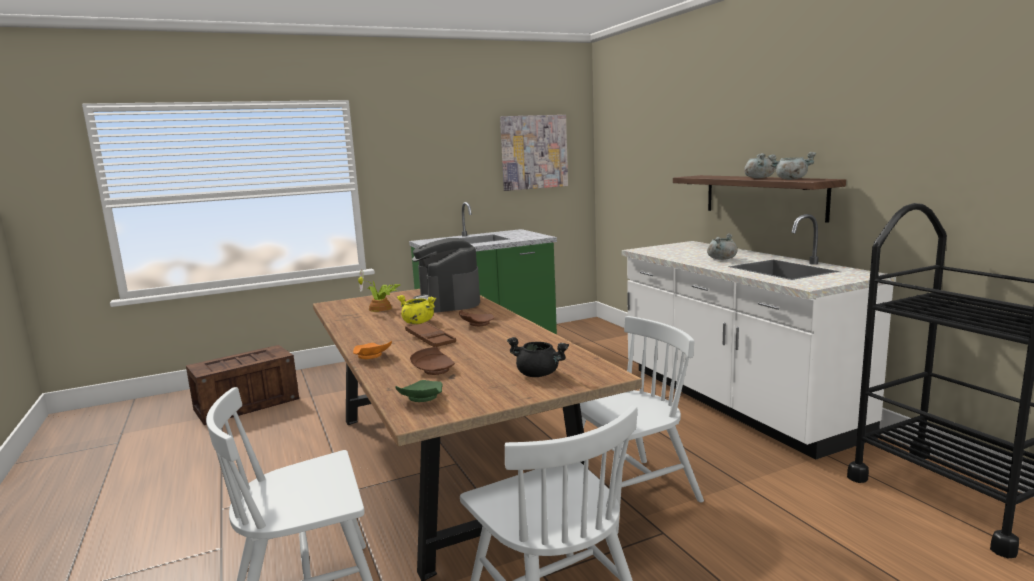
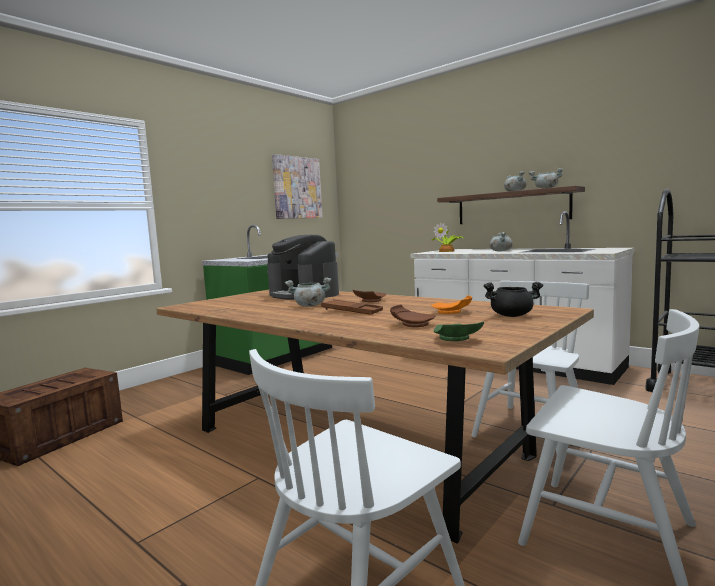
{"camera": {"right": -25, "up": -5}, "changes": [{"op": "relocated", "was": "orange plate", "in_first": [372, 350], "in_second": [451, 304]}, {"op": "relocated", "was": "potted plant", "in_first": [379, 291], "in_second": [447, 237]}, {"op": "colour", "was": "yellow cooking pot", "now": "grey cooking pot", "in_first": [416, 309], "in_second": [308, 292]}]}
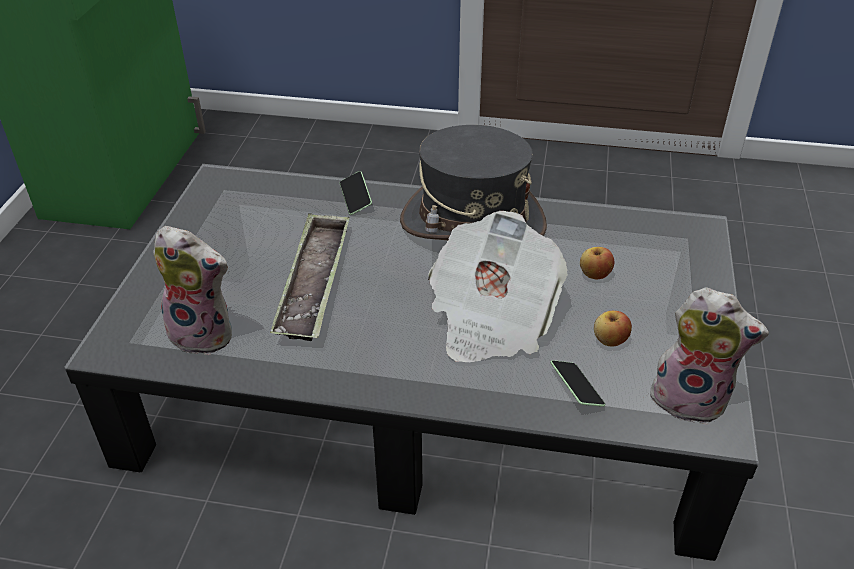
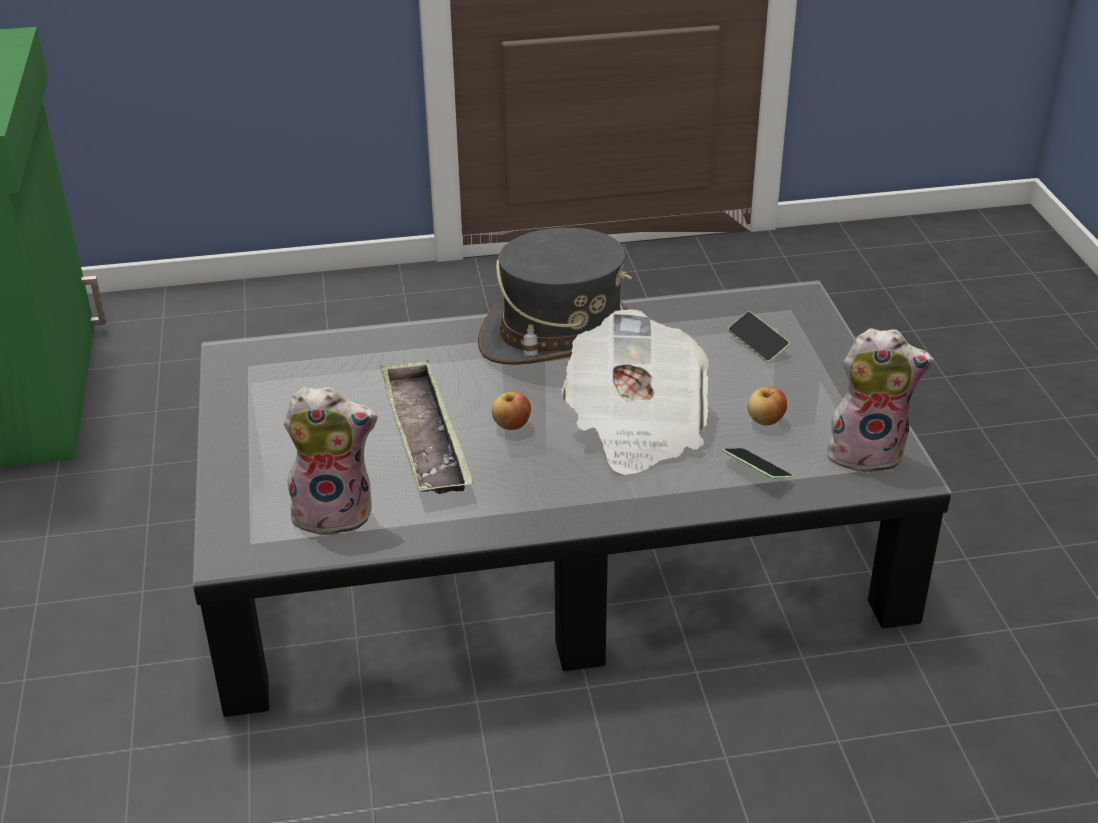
{"camera": {"right": -20, "up": -5}, "changes": [{"op": "relocated", "was": "phone", "in_first": [356, 193], "in_second": [759, 337]}, {"op": "relocated", "was": "apple", "in_first": [597, 263], "in_second": [511, 411]}]}
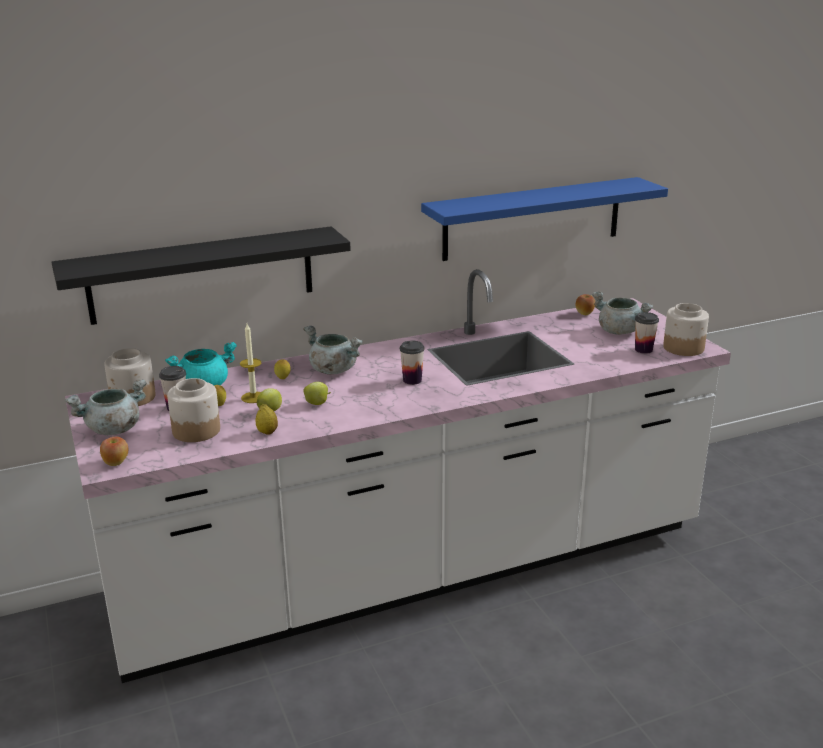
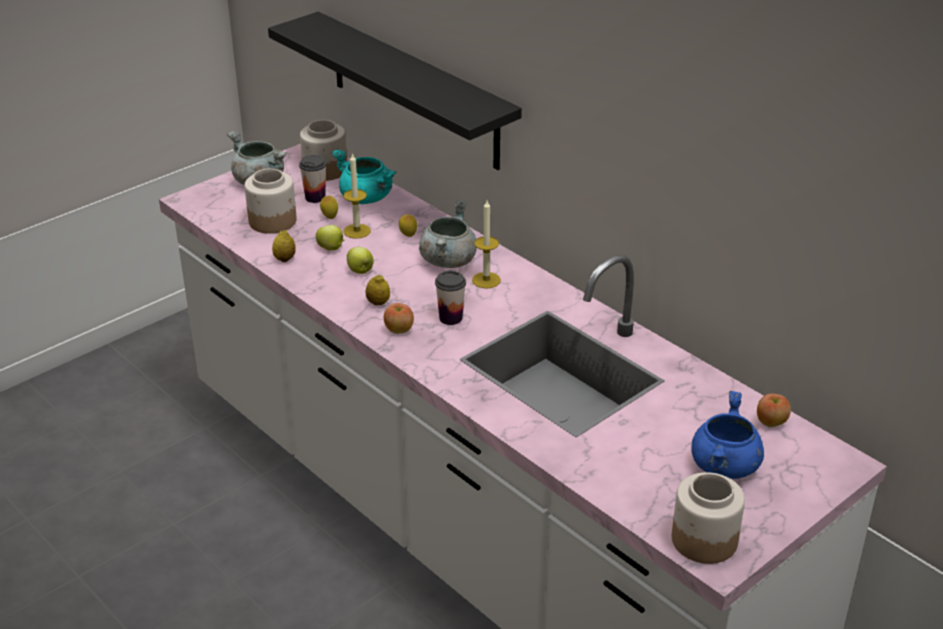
{"camera": {"right": 70, "up": 10}, "changes": [{"op": "relocated", "was": "apple", "in_first": [114, 451], "in_second": [399, 318]}, {"op": "missing", "was": "blue shelf", "in_first": [544, 219]}, {"op": "colour", "was": "grey cooking pot", "now": "blue cooking pot", "in_first": [623, 313], "in_second": [727, 435]}, {"op": "missing", "was": "cup", "in_first": [647, 333]}, {"op": "appeared", "now": "lemon", "in_second": [378, 290]}, {"op": "appeared", "now": "candle", "in_second": [486, 245]}]}
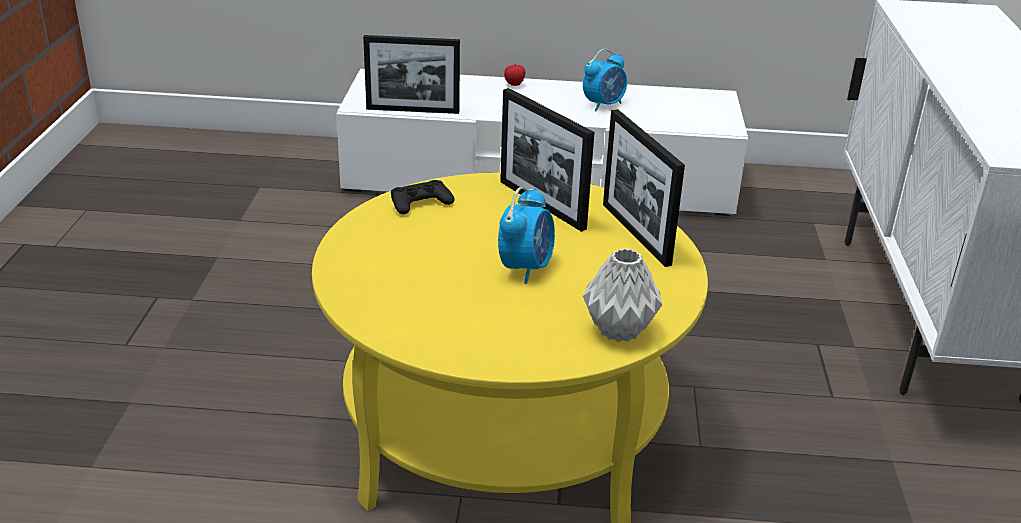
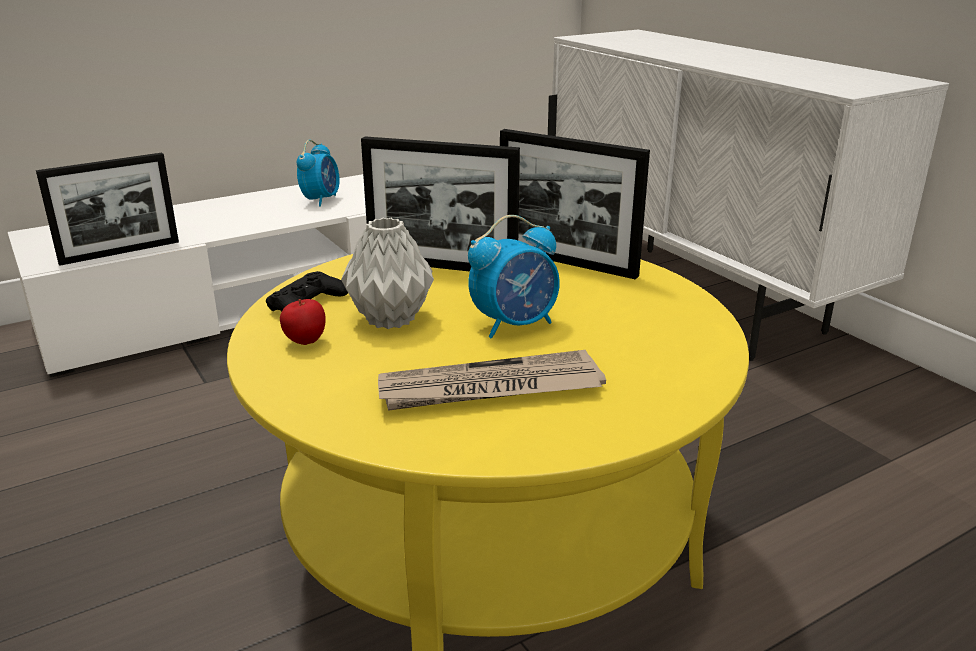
{"camera": {"right": -35, "up": -5}, "changes": [{"op": "spun", "was": "alarm clock", "in_first": [526, 235], "in_second": [514, 277], "clockwise": 75}, {"op": "relocated", "was": "apple", "in_first": [514, 75], "in_second": [303, 322]}, {"op": "relocated", "was": "grey vase", "in_first": [622, 295], "in_second": [387, 273]}, {"op": "appeared", "now": "newspaper", "in_second": [492, 380]}]}
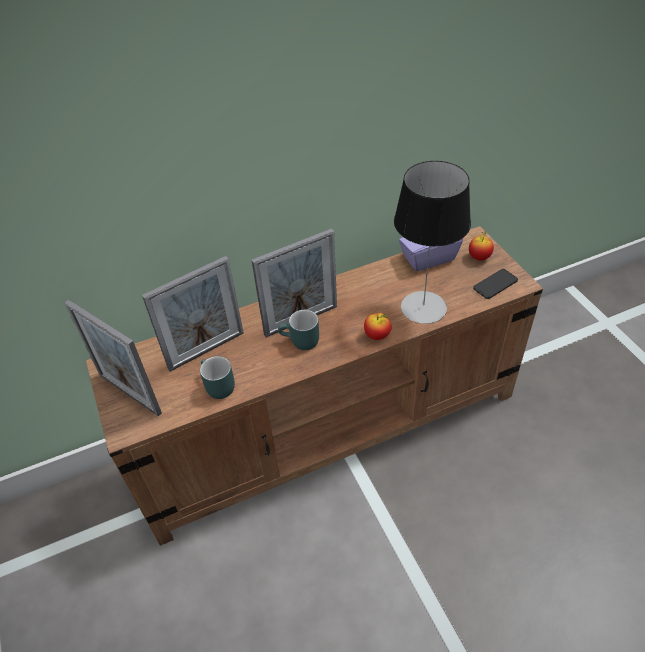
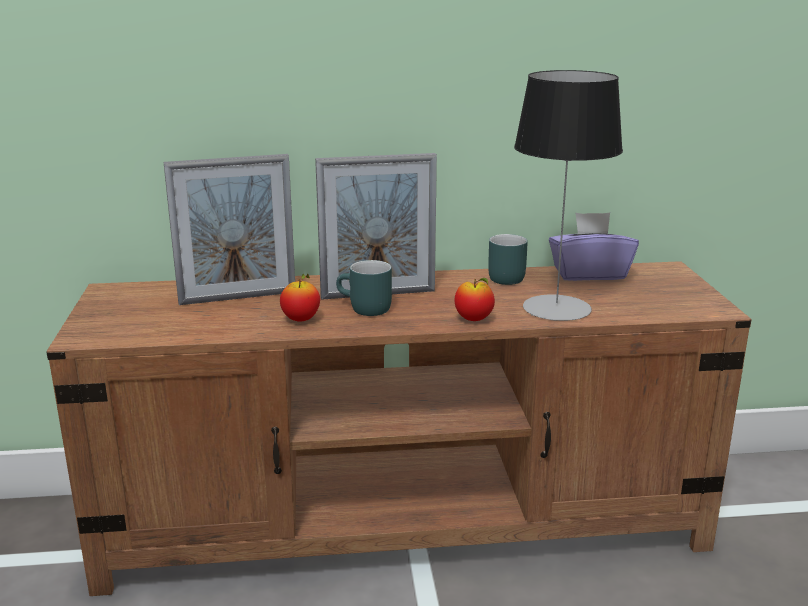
{"camera": {"right": 15, "up": -25}, "changes": [{"op": "missing", "was": "picture frame", "in_first": [113, 358]}, {"op": "relocated", "was": "turquoise mug", "in_first": [217, 377], "in_second": [508, 259]}, {"op": "relocated", "was": "apple", "in_first": [481, 246], "in_second": [300, 297]}, {"op": "missing", "was": "phone", "in_first": [495, 284]}]}
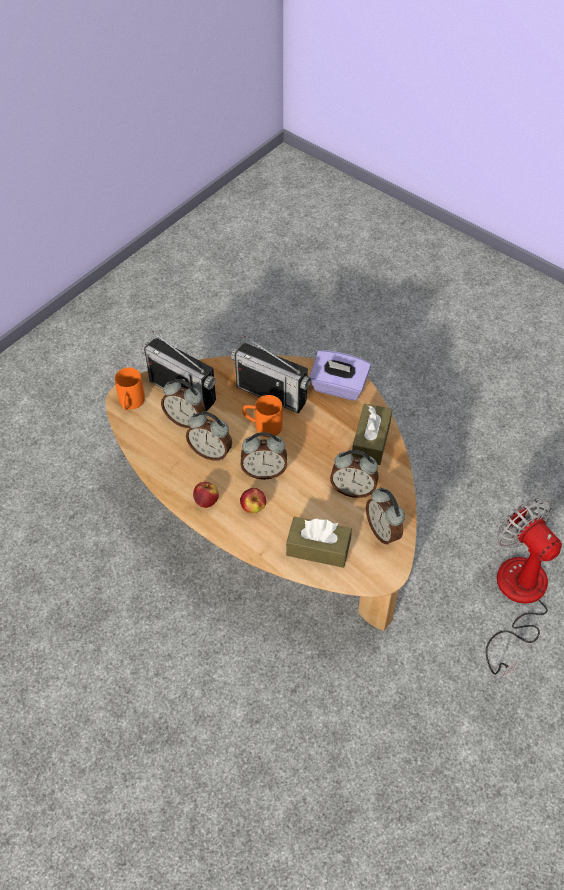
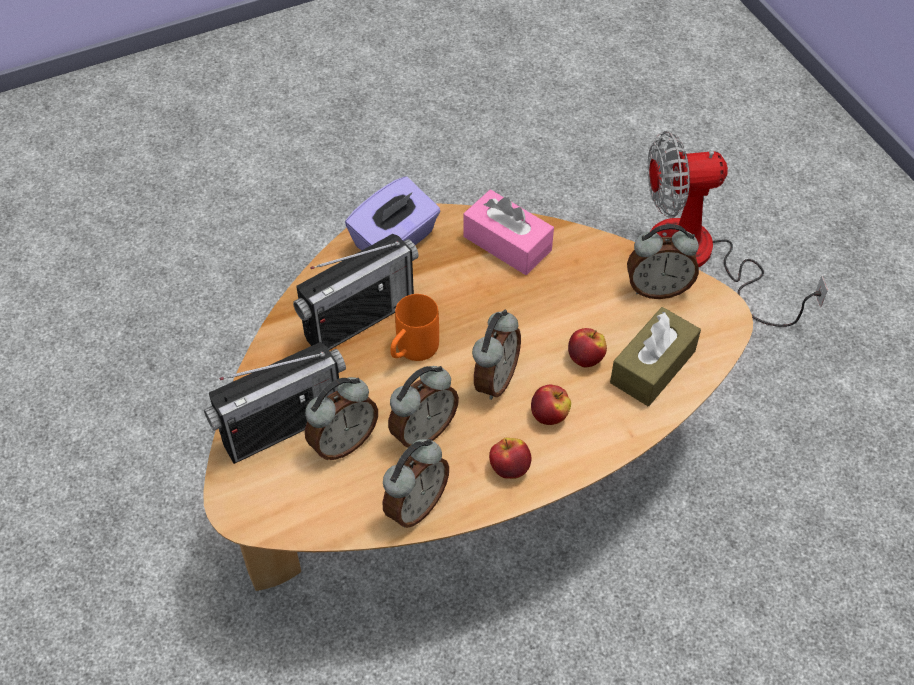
{"camera": {"right": -65, "up": 0}, "changes": [{"op": "missing", "was": "orange mug", "in_first": [130, 389]}, {"op": "relocated", "was": "alarm clock", "in_first": [354, 474], "in_second": [416, 483]}, {"op": "colour", "was": "brown tissue box", "now": "pink tissue box", "in_first": [372, 434], "in_second": [508, 232]}, {"op": "appeared", "now": "apple", "in_second": [587, 347]}]}
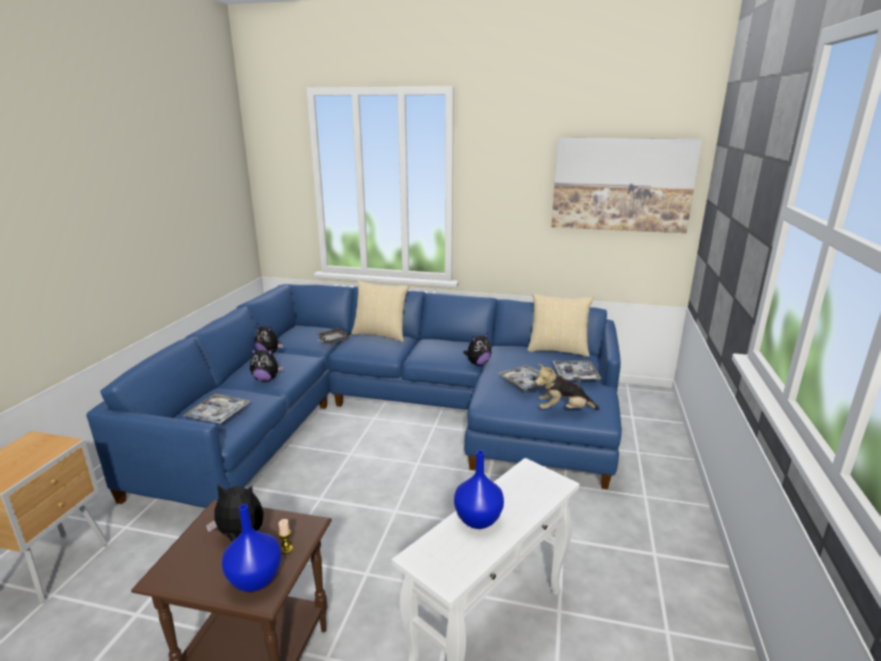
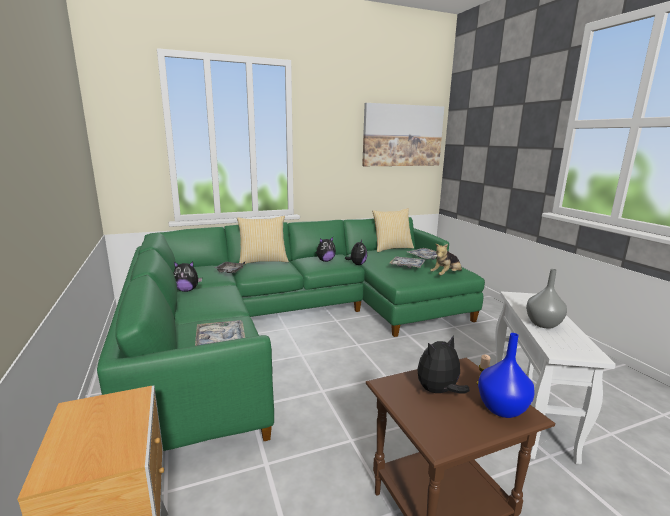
{"camera": {"right": -35, "up": -5}, "changes": [{"op": "colour", "was": "blue sofa", "now": "green sofa", "in_first": [354, 396], "in_second": [291, 334]}, {"op": "relocated", "was": "plush toy", "in_first": [266, 364], "in_second": [326, 249]}, {"op": "colour", "was": "blue vase", "now": "grey vase", "in_first": [479, 489], "in_second": [546, 299]}]}
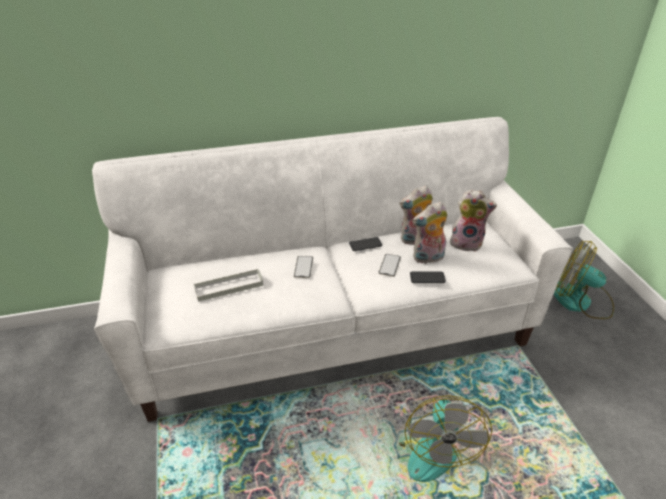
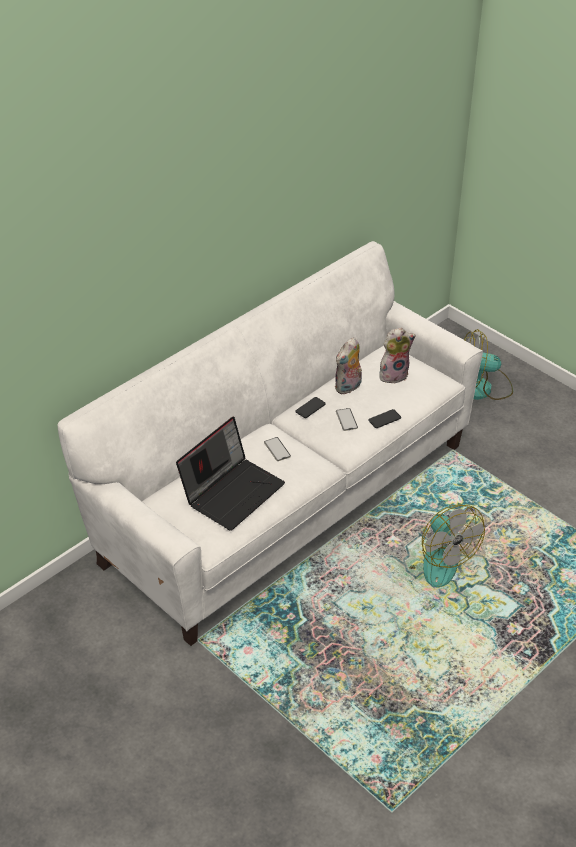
{"camera": {"right": -30, "up": 5}, "changes": [{"op": "exchanged", "was": "grey tray", "now": "laptop", "in_first": [228, 285], "in_second": [230, 474]}, {"op": "missing", "was": "plush toy", "in_first": [430, 233]}]}
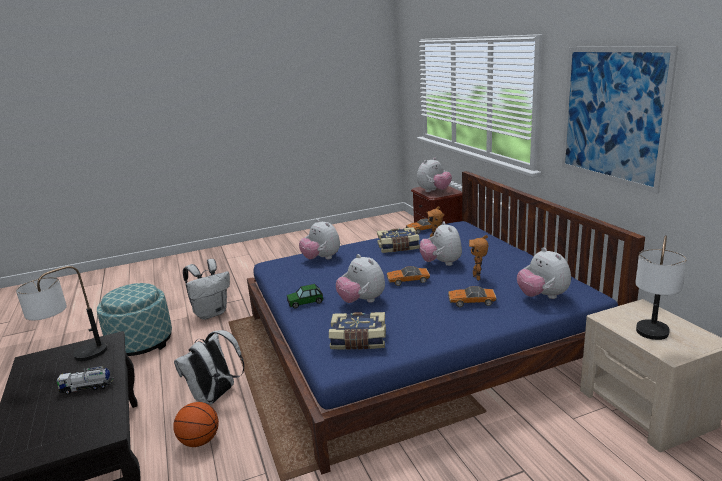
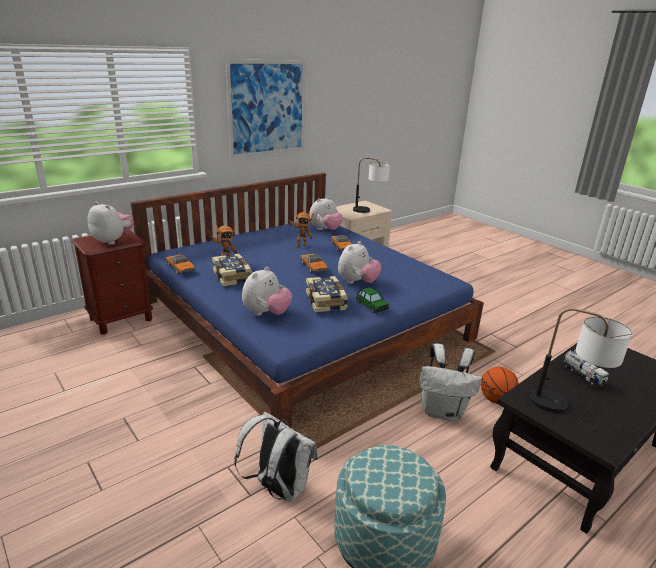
{"camera": {"right": -110, "up": 5}, "changes": [{"op": "relocated", "was": "book", "in_first": [357, 331], "in_second": [327, 294]}, {"op": "missing", "was": "plush toy", "in_first": [440, 243]}]}
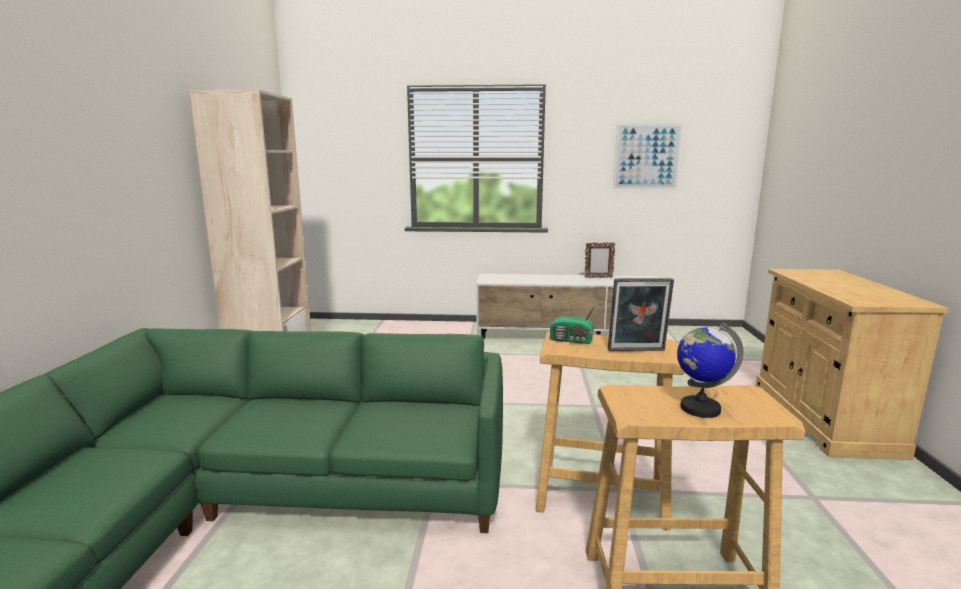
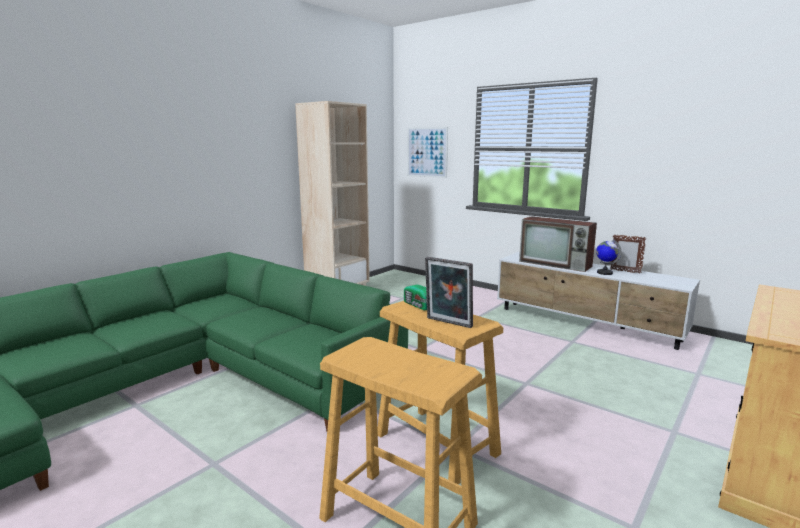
{"camera": {"right": 35, "up": 0}, "changes": [{"op": "relocated", "was": "picture", "in_first": [647, 156], "in_second": [428, 152]}, {"op": "relocated", "was": "globe", "in_first": [710, 370], "in_second": [608, 257]}, {"op": "appeared", "now": "television", "in_second": [558, 244]}]}
